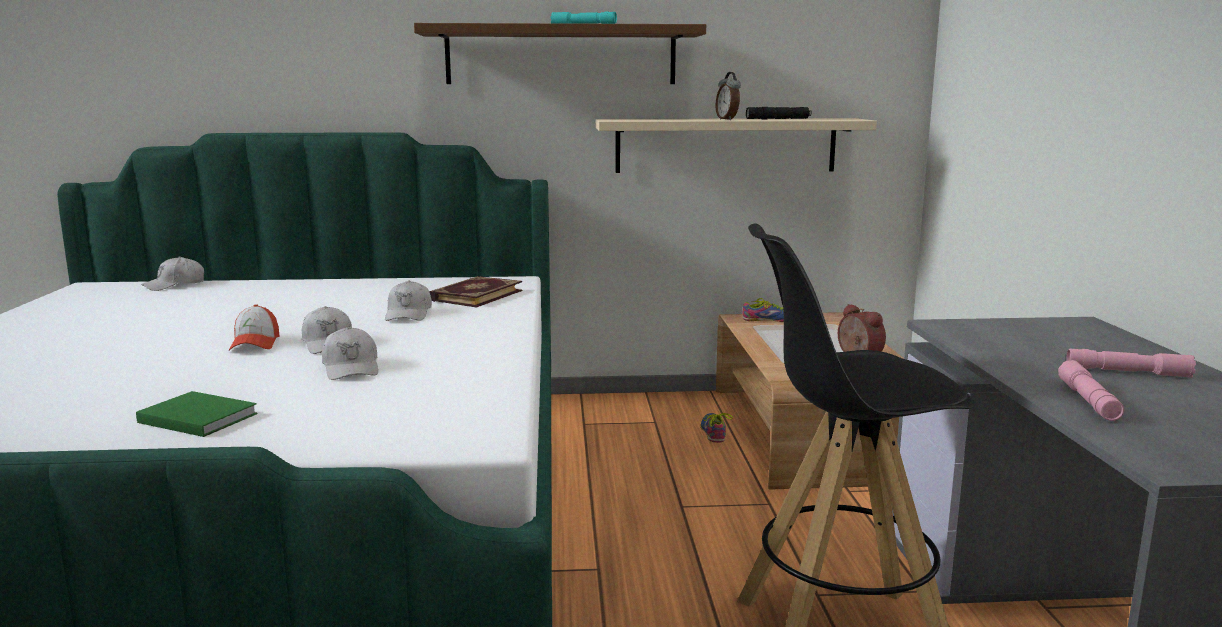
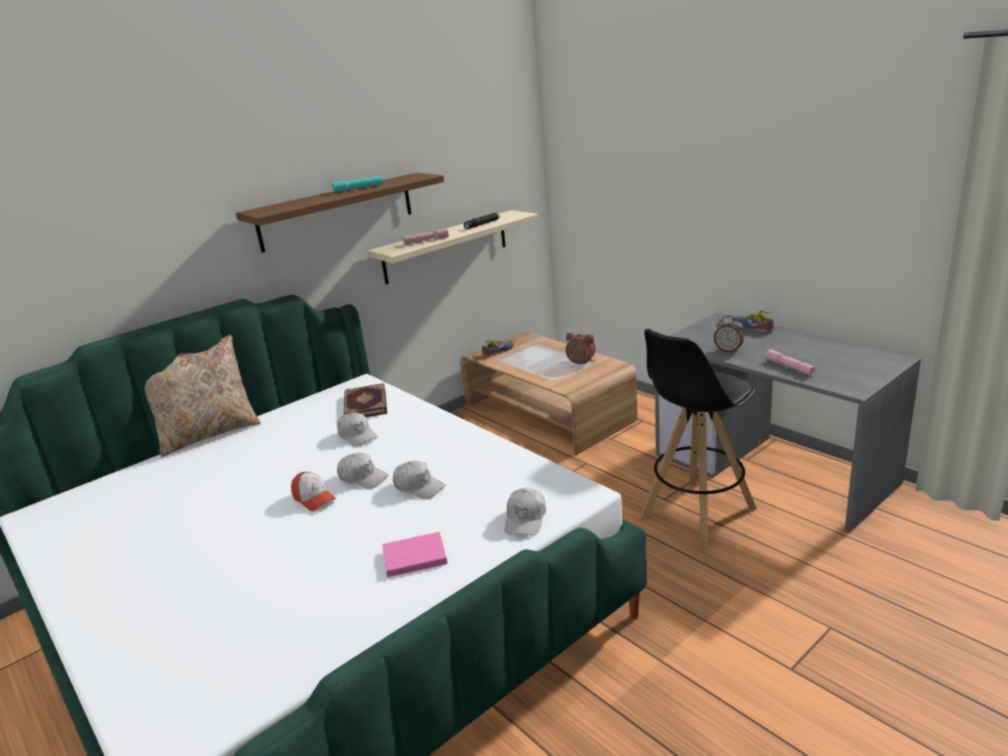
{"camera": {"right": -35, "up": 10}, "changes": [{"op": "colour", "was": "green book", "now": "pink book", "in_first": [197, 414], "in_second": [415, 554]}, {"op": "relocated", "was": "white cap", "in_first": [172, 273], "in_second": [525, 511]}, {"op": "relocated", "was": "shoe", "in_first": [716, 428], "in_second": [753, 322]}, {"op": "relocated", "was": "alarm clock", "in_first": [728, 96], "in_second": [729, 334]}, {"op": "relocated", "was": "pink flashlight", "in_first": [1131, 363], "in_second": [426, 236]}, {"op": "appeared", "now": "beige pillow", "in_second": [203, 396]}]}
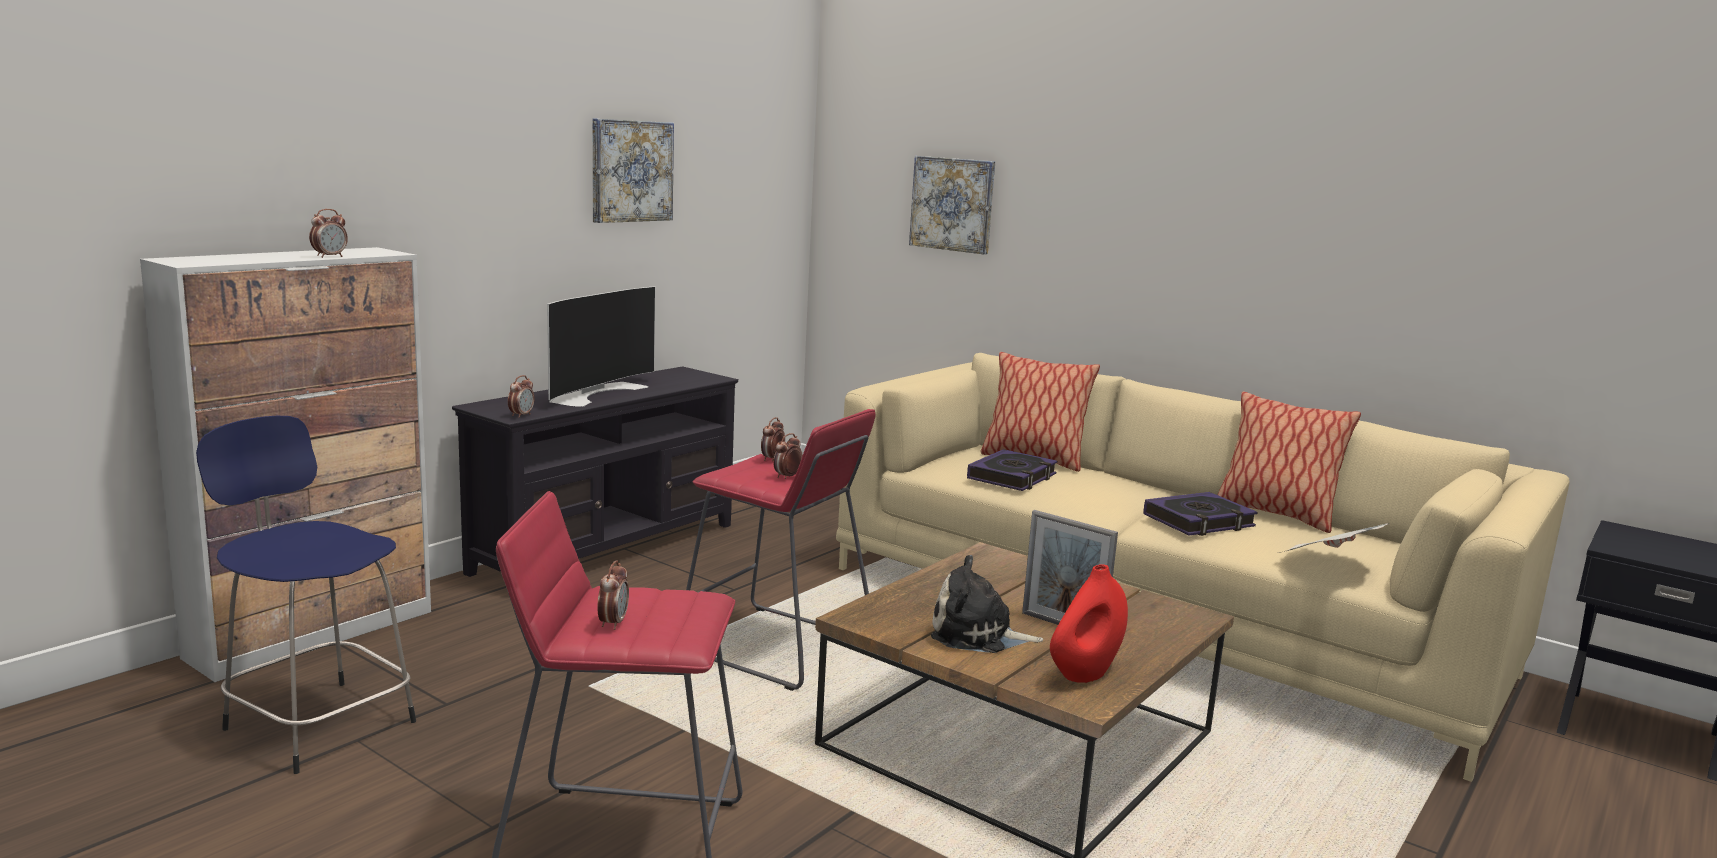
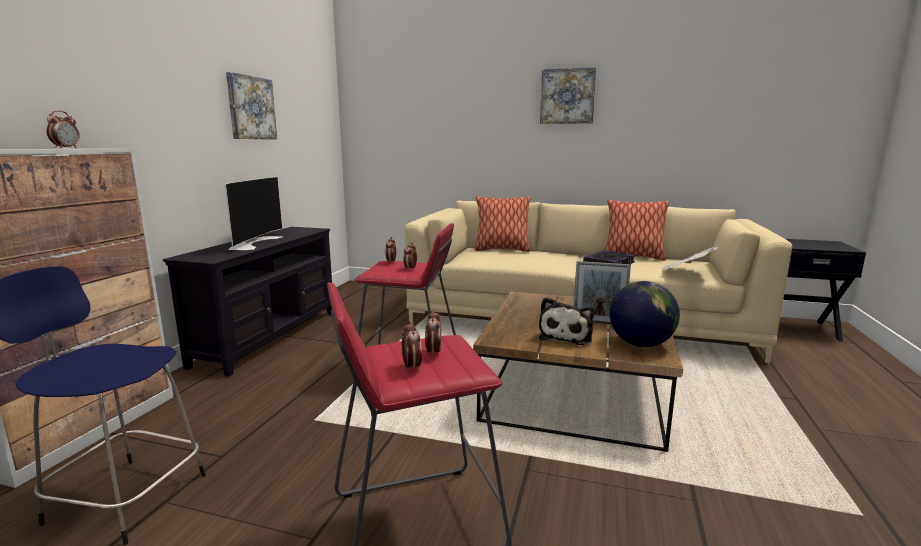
{"camera": {"right": -20, "up": 0}, "changes": [{"op": "relocated", "was": "alarm clock", "in_first": [521, 396], "in_second": [433, 333]}, {"op": "relocated", "was": "picture", "in_first": [952, 205], "in_second": [568, 95]}, {"op": "spun", "was": "plush toy", "in_first": [987, 604], "in_second": [566, 321], "clockwise": -60}, {"op": "missing", "was": "book", "in_first": [1012, 470]}, {"op": "exchanged", "was": "red vase", "now": "globe", "in_first": [1089, 623], "in_second": [644, 314]}]}
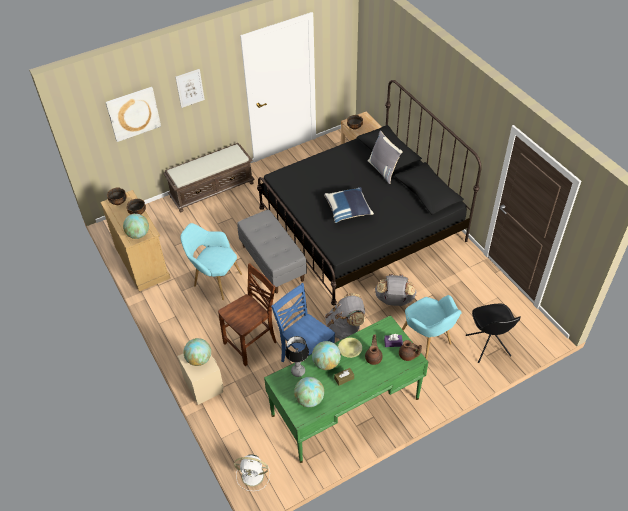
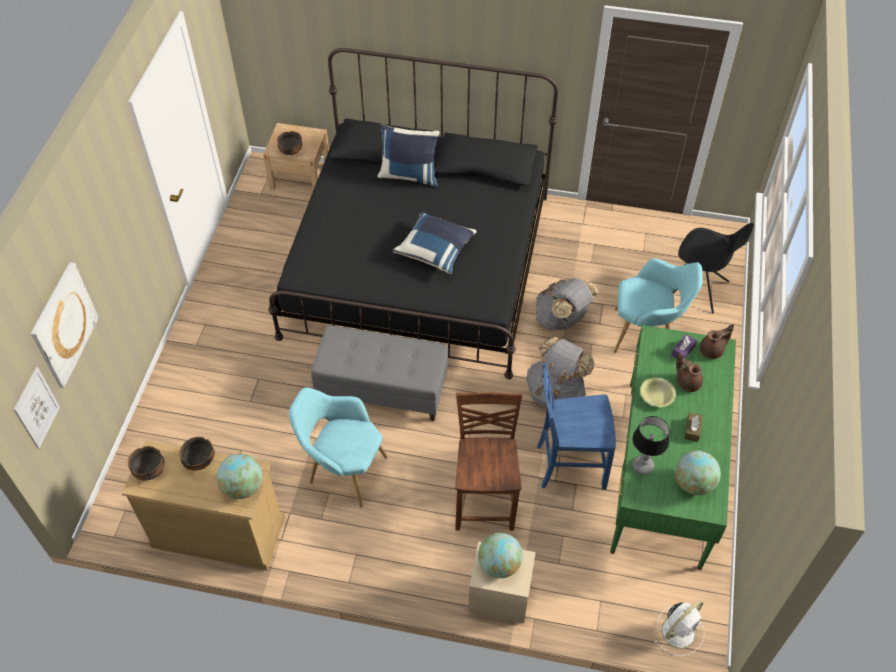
{"camera": {"right": -50, "up": 5}, "changes": [{"op": "missing", "was": "brown bench", "in_first": [209, 177]}, {"op": "relocated", "was": "picture", "in_first": [190, 88], "in_second": [37, 408]}, {"op": "spun", "was": "turquoise armchair", "in_first": [211, 261], "in_second": [338, 447], "clockwise": 45}, {"op": "missing", "was": "globe", "in_first": [326, 355]}, {"op": "colour", "was": "grey pillow", "now": "blue pillow", "in_first": [385, 157], "in_second": [408, 155]}]}
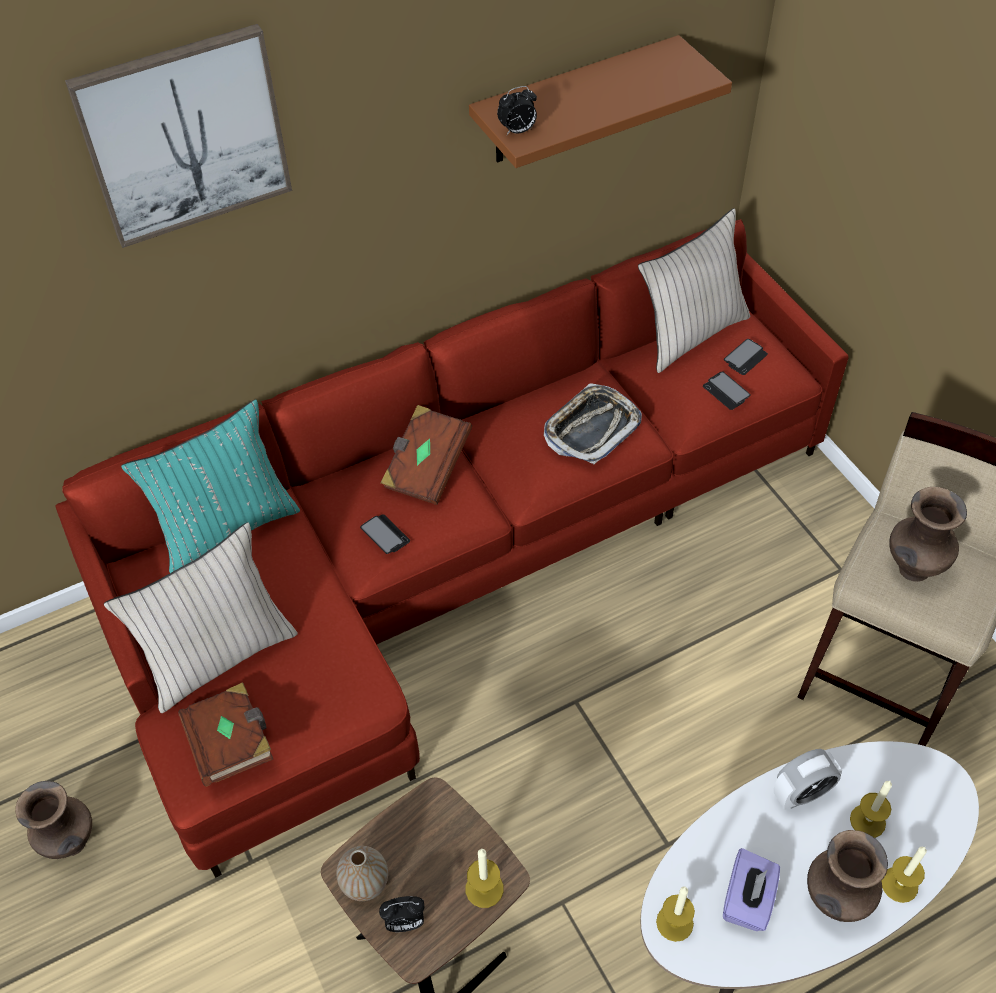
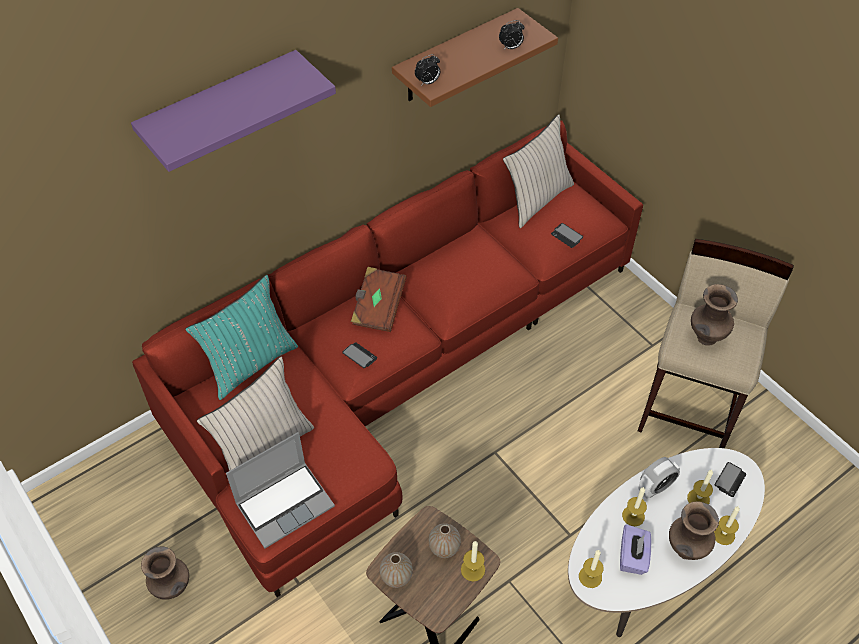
{"camera": {"right": -10, "up": 0}, "changes": [{"op": "exchanged", "was": "picture", "now": "purple shelf", "in_first": [178, 136], "in_second": [233, 111]}, {"op": "exchanged", "was": "brown book", "now": "laptop", "in_first": [225, 735], "in_second": [280, 490]}, {"op": "relocated", "was": "alarm clock", "in_first": [402, 914], "in_second": [511, 35]}, {"op": "missing", "was": "tray", "in_first": [593, 423]}, {"op": "relocated", "was": "phone", "in_first": [745, 357], "in_second": [730, 479]}, {"op": "appeared", "now": "vase", "in_second": [445, 540]}, {"op": "appeared", "now": "candle", "in_second": [634, 506]}]}
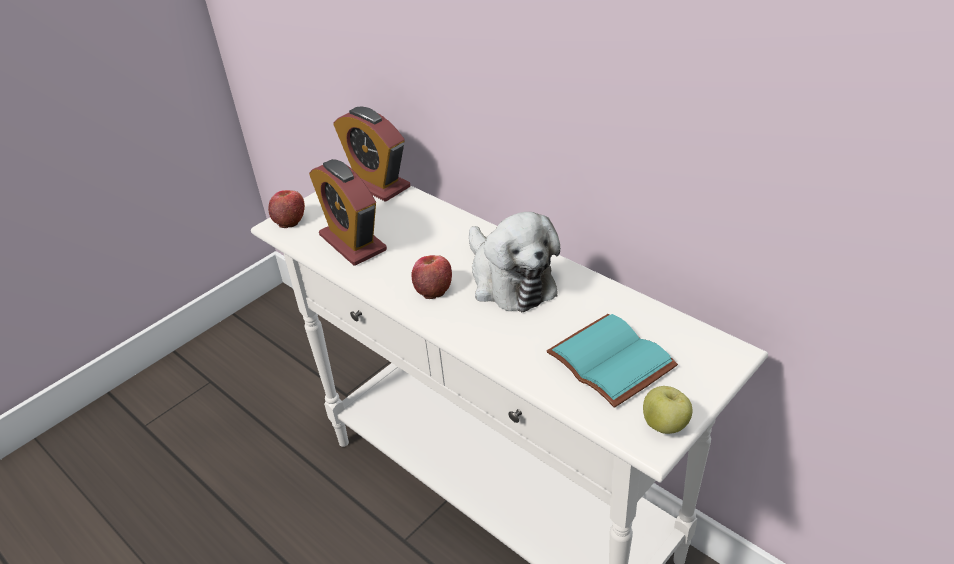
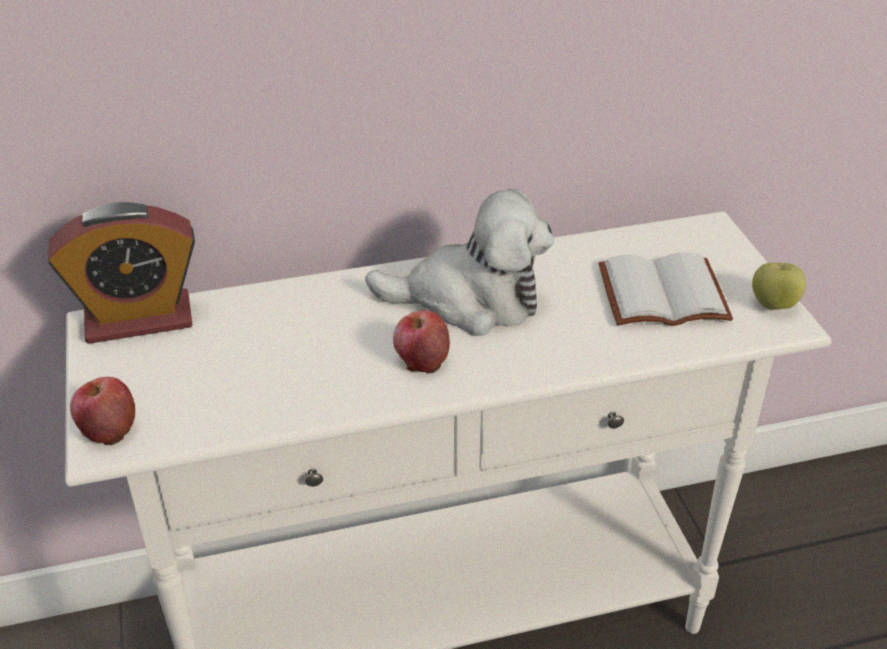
{"camera": {"right": -60, "up": 0}, "changes": [{"op": "missing", "was": "alarm clock", "in_first": [348, 212]}, {"op": "colour", "was": "turquoise book", "now": "white book", "in_first": [612, 361], "in_second": [665, 289]}]}
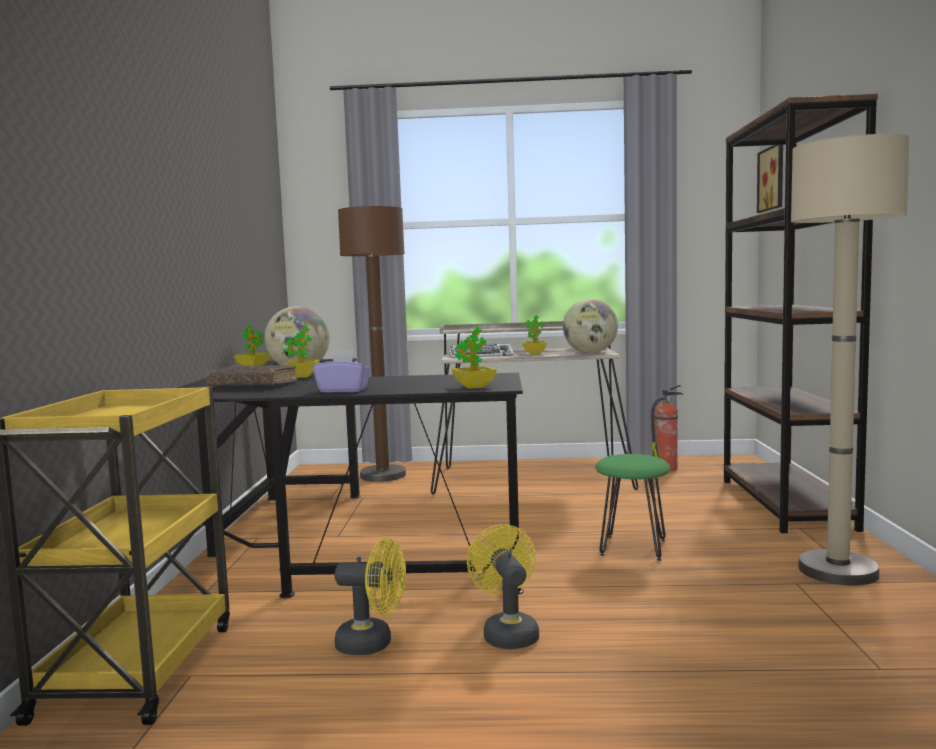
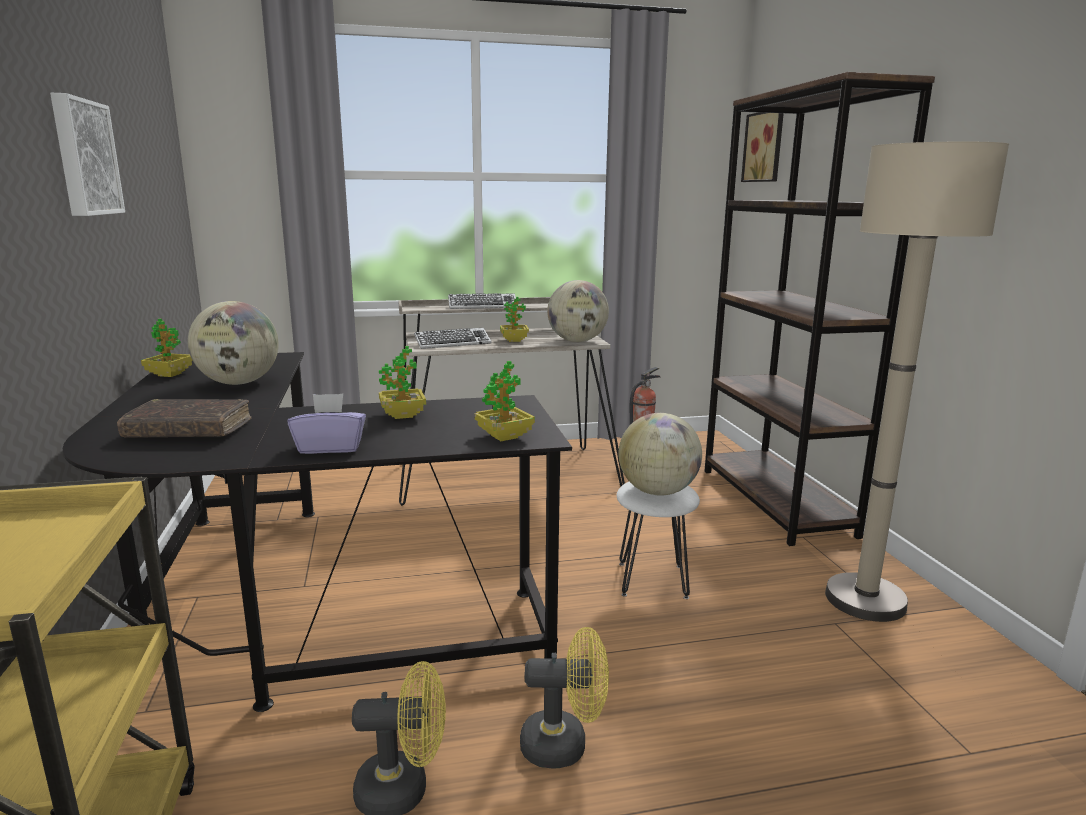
{"camera": {"right": -15, "up": 10}, "changes": [{"op": "relocated", "was": "potted plant", "in_first": [301, 352], "in_second": [402, 382]}, {"op": "missing", "was": "brown floor lamp", "in_first": [372, 344]}, {"op": "spun", "was": "yellow fan", "in_first": [503, 586], "in_second": [564, 698], "clockwise": 120}, {"op": "colour", "was": "green stool", "now": "white stool", "in_first": [633, 507], "in_second": [658, 540]}, {"op": "appeared", "now": "picture", "in_second": [87, 154]}, {"op": "appeared", "now": "keyboard", "in_second": [483, 301]}, {"op": "appeared", "now": "globe", "in_second": [660, 454]}]}
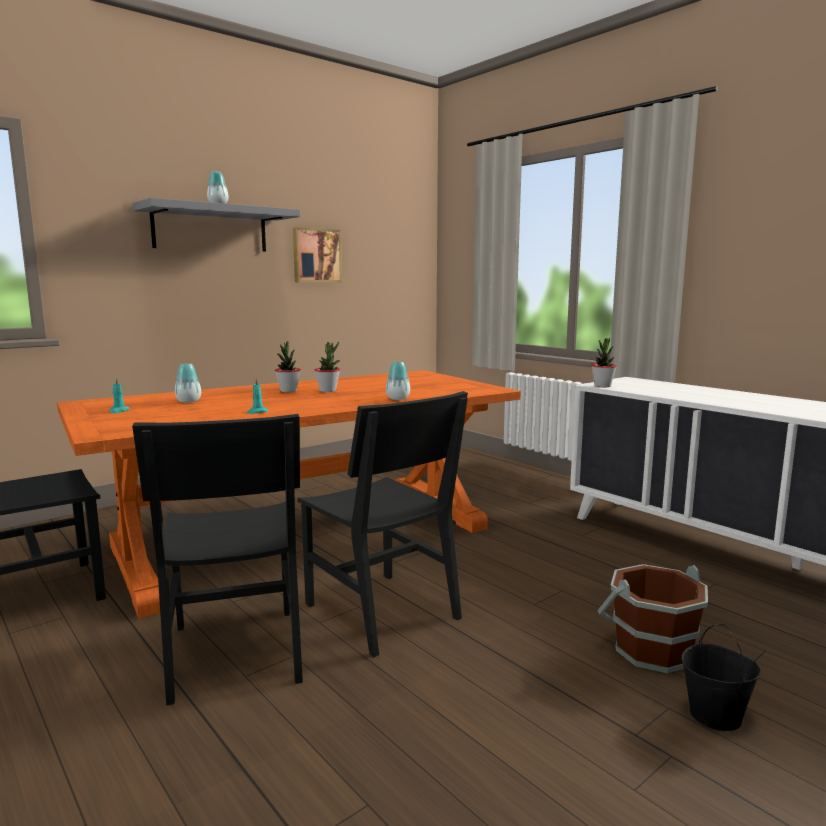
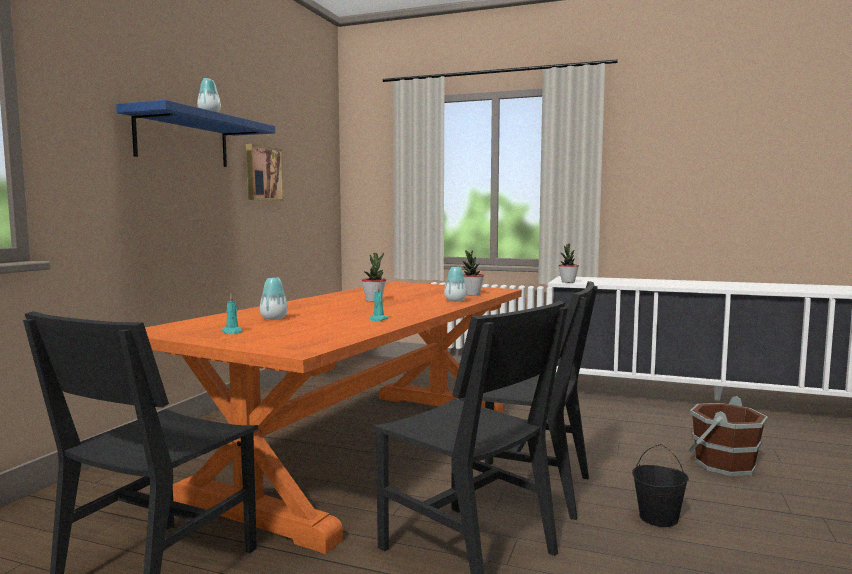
{"camera": {"right": -30, "up": -5}, "changes": [{"op": "colour", "was": "grey shelf", "now": "blue shelf", "in_first": [216, 225], "in_second": [195, 133]}, {"op": "relocated", "was": "potted plant", "in_first": [288, 366], "in_second": [473, 273]}, {"op": "relocated", "was": "black bucket", "in_first": [721, 677], "in_second": [660, 485]}]}
